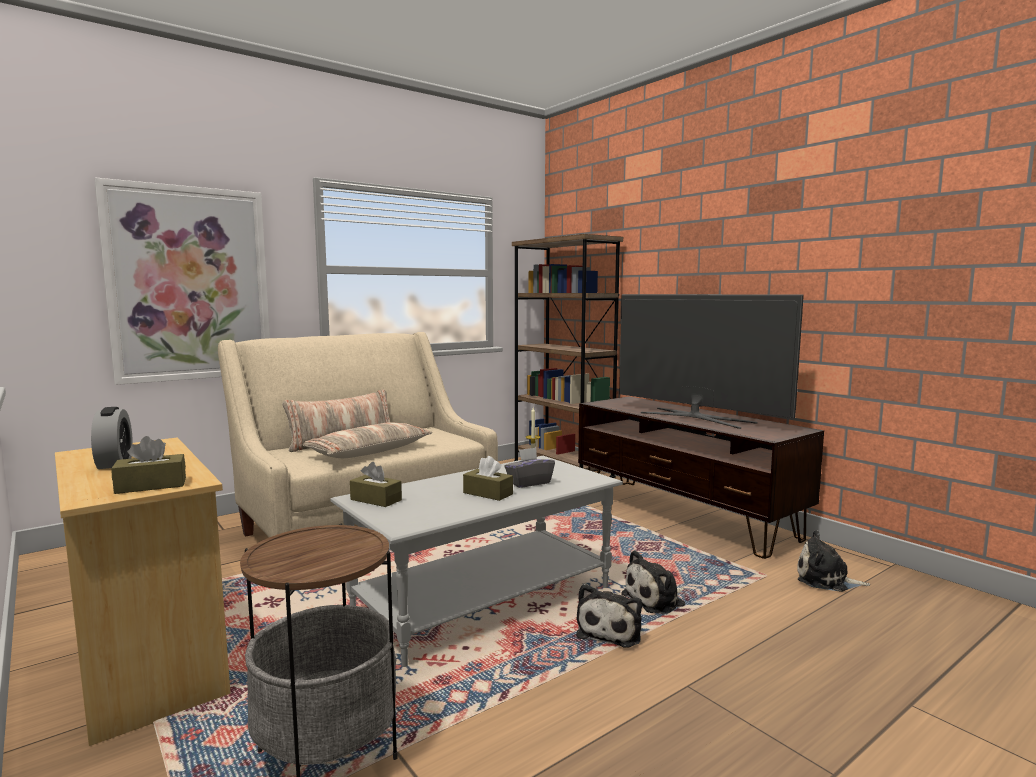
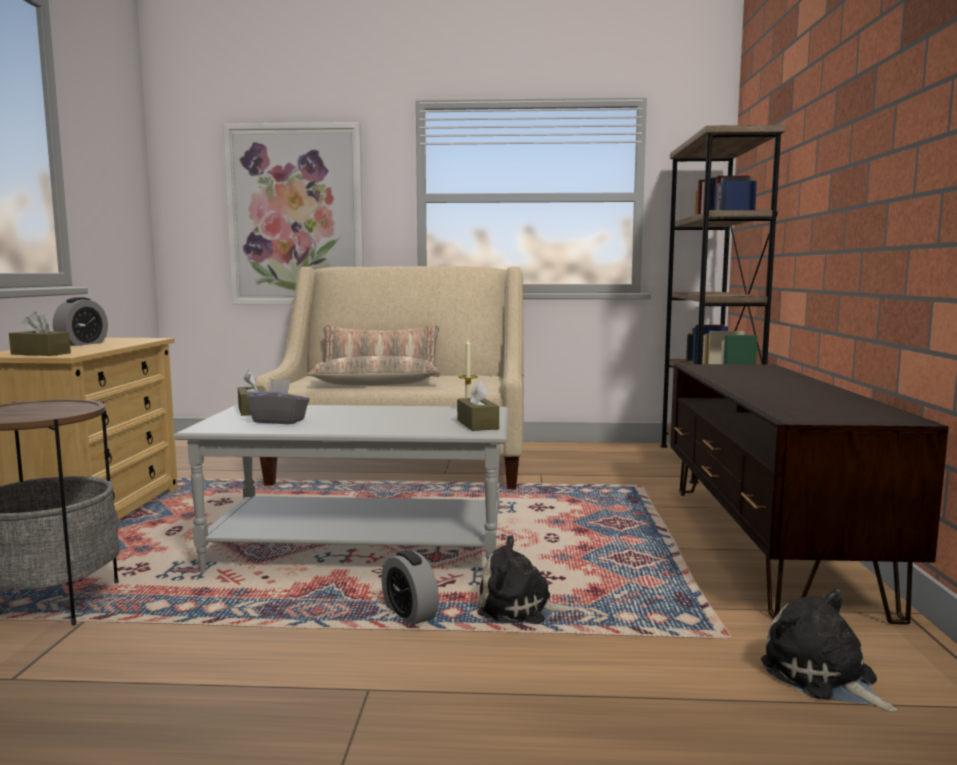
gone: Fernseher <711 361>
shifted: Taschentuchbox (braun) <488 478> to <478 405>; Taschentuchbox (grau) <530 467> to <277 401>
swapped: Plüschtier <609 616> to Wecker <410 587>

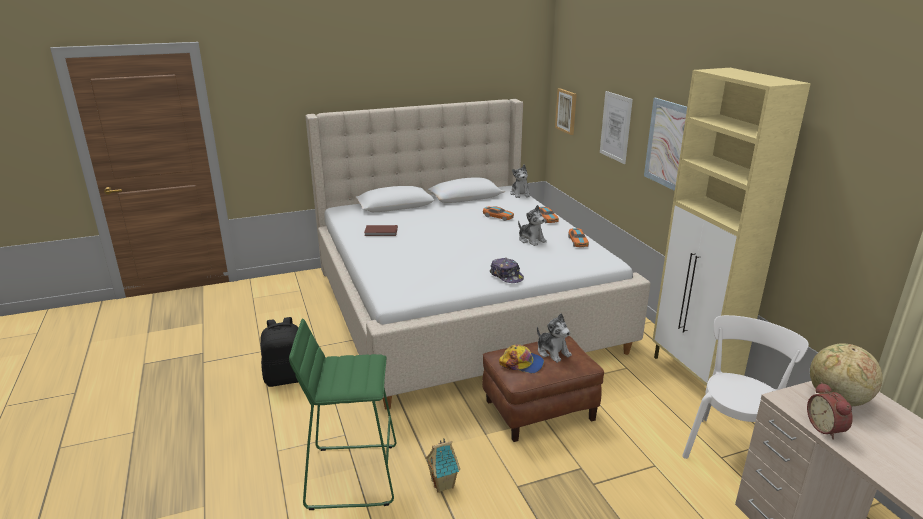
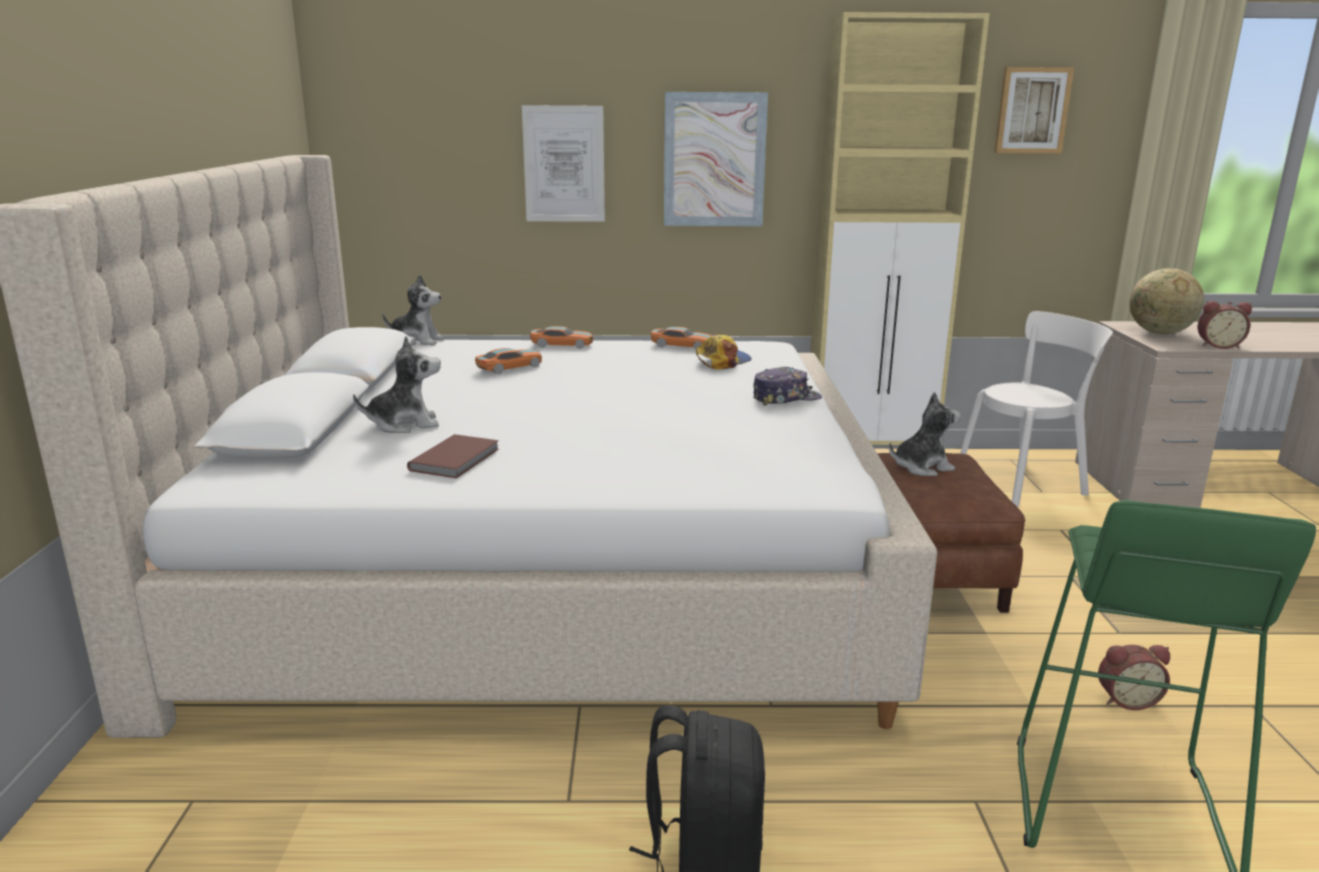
shifted: Kappe <521 358> to <724 352>; Plüschtier <532 225> to <397 384>; Bild <566 111> to <1034 110>
swapped: Spielzeughaus <442 465> to Wecker <1134 677>
rotated: Stuhl (weiß) <745 387> = <1036 409> 105 degrees clockwise

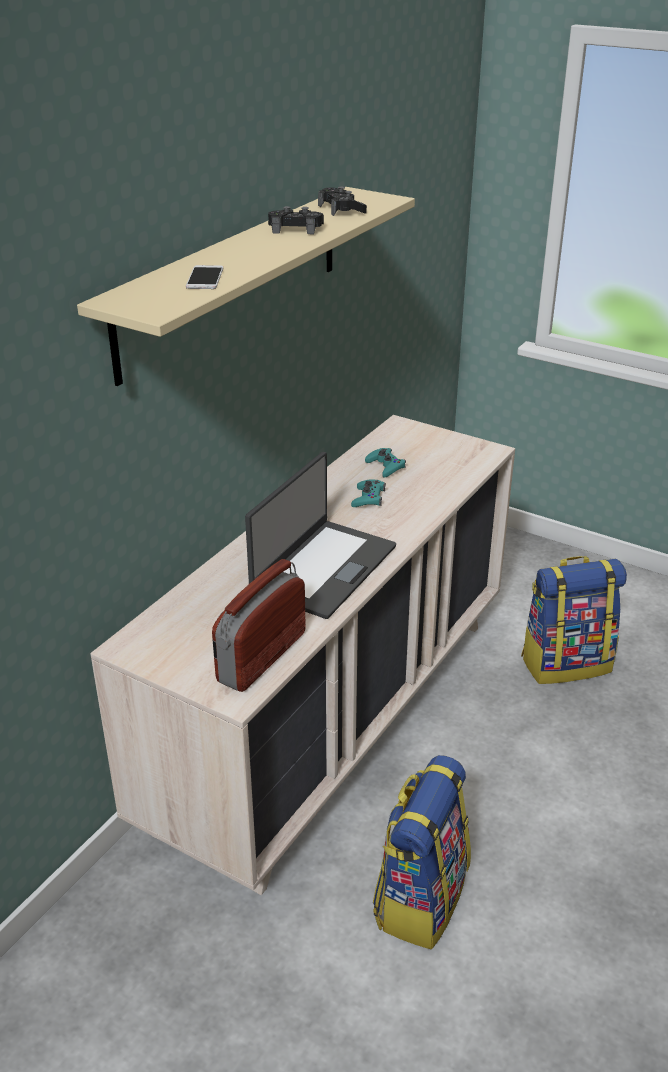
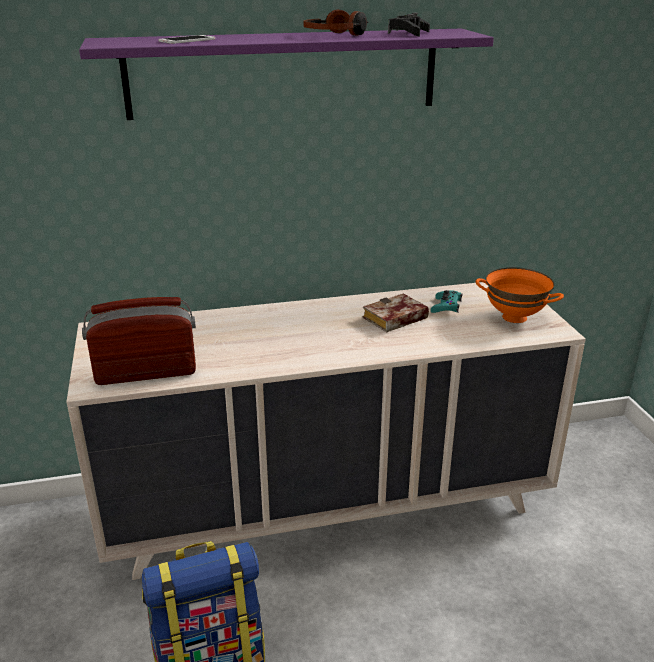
gone: Laptop <320 535>; Rucksack <574 620>
new: Schüssel (orange) <520 295>
swapped: Gamepad (schwarz) <296 220> to Kopfhörer <335 22>; Gamepad (türkis) <368 493> to Buch <395 313>
repainted: Wandregal (beige) <246 286> to Wandregal (lila) <286 74>

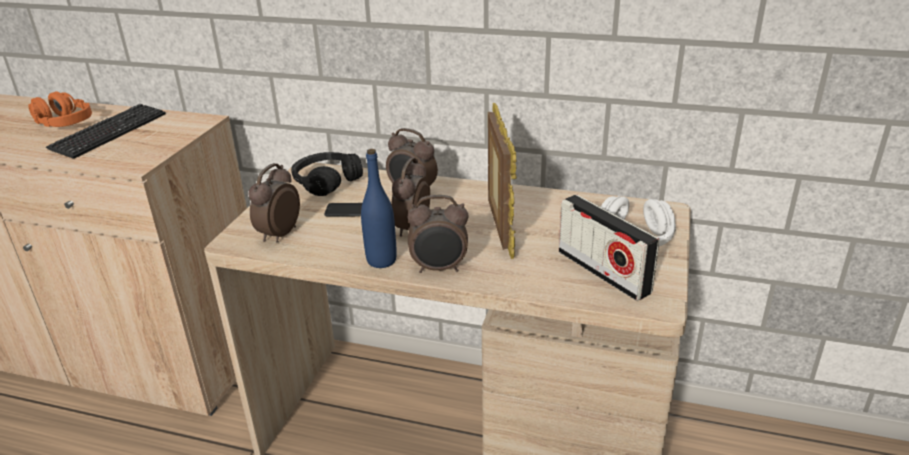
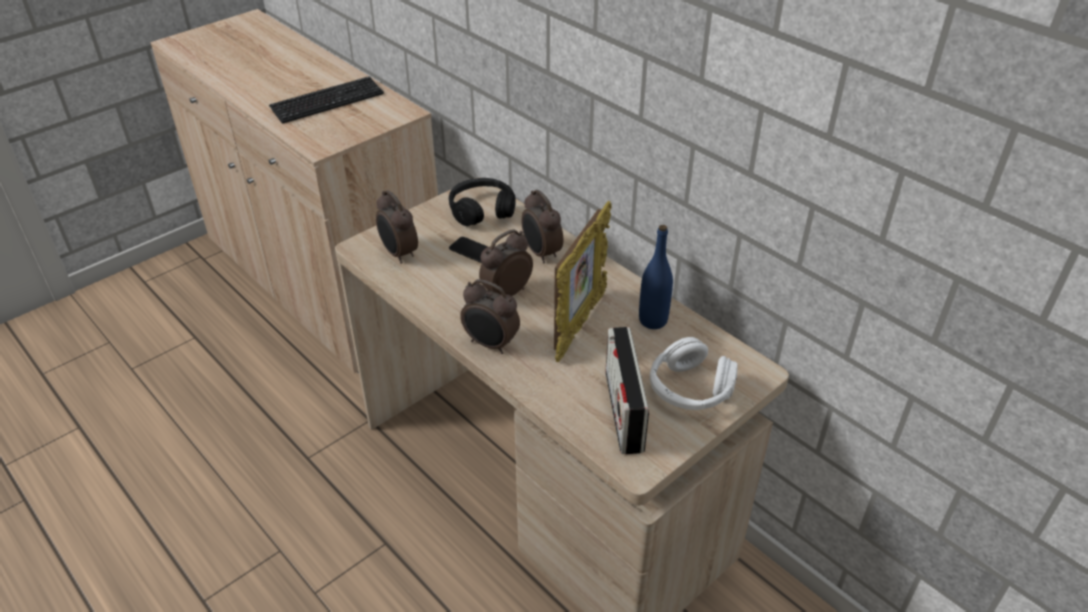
gone: Kopfhörer (orange) <60 109>
shifted: Flasche (blau) <379 208> to <656 277>
rotated: Wecker <274 203> = <397 227> 90 degrees counterclockwise

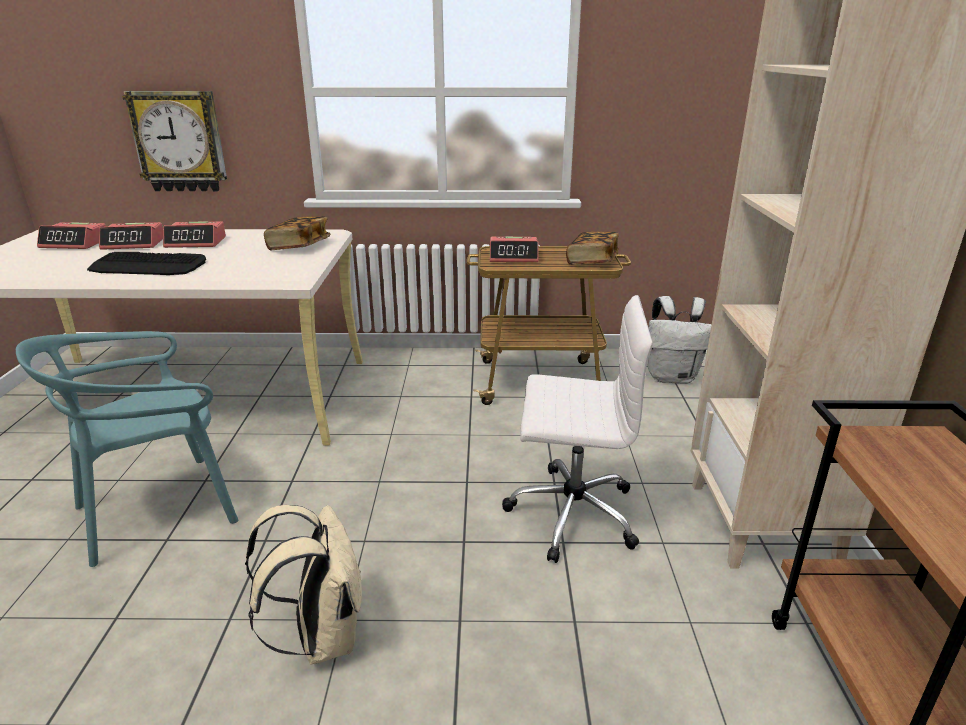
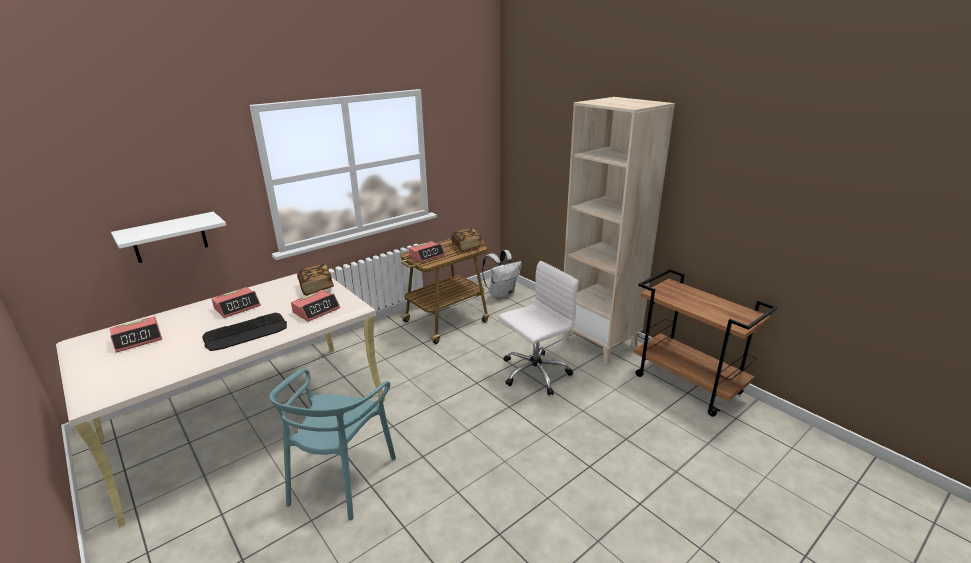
gone: Rucksack (beige) <303 584>
shifted: Wecker <131 236> to <315 306>
swapped: Wanduhr <174 141> to Wandregal (weiß) <168 237>

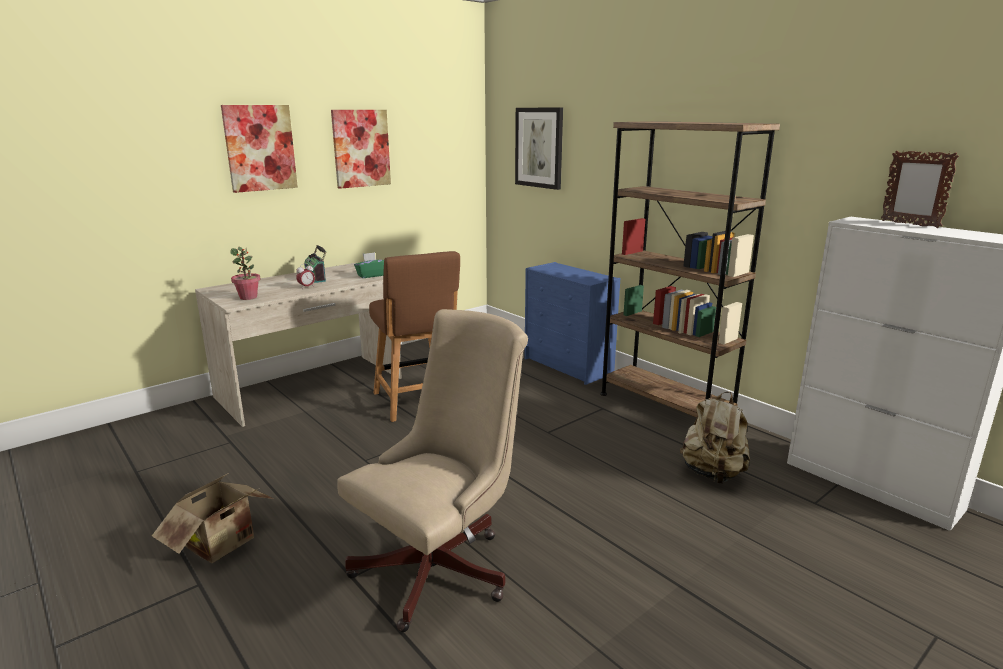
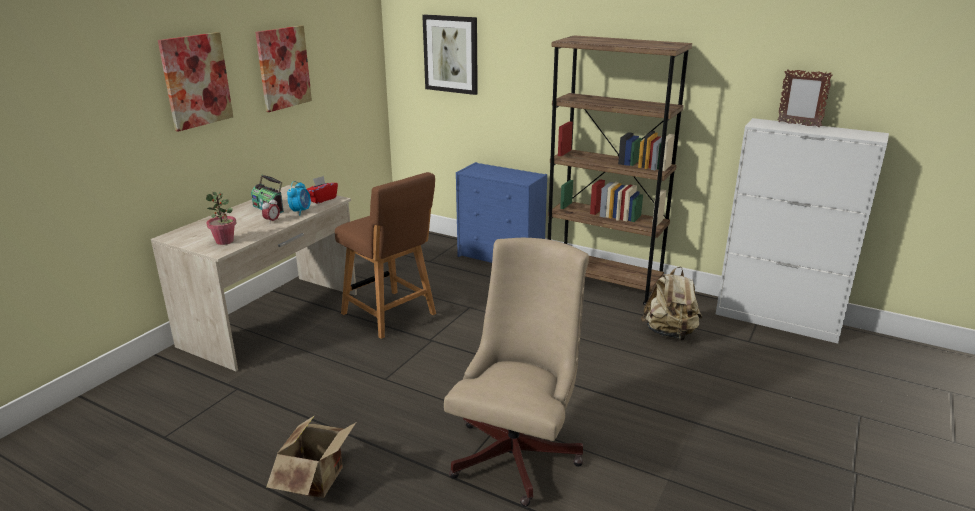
new: Wecker <299 198>
repainted: Taschentuchbox (grün) <369 265> to Taschentuchbox (rot) <322 190>

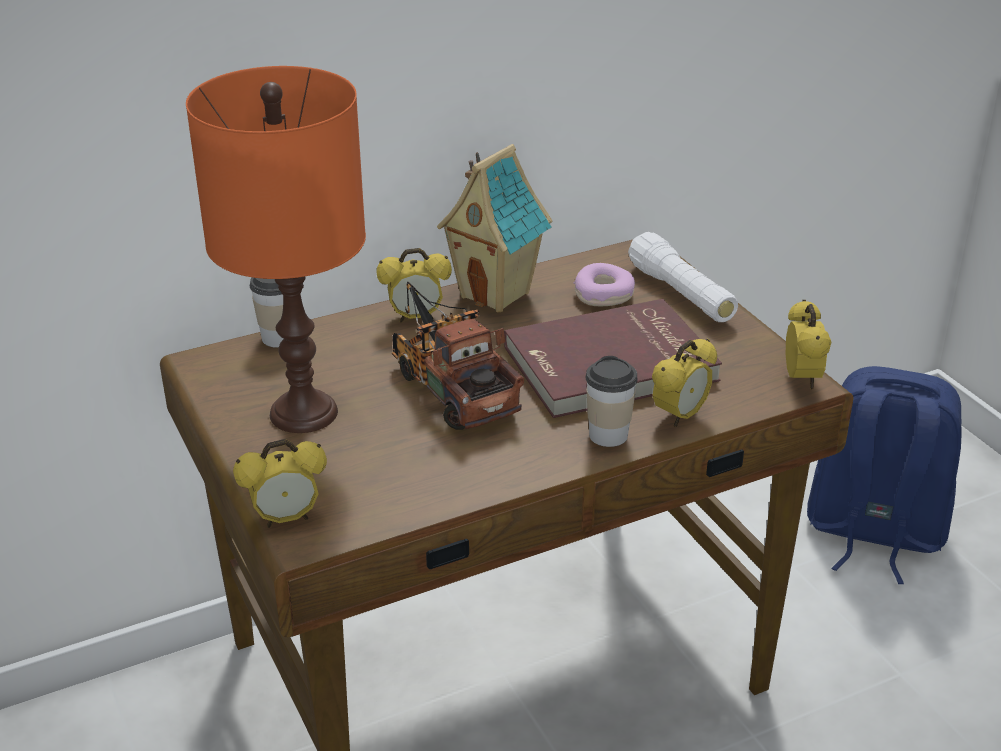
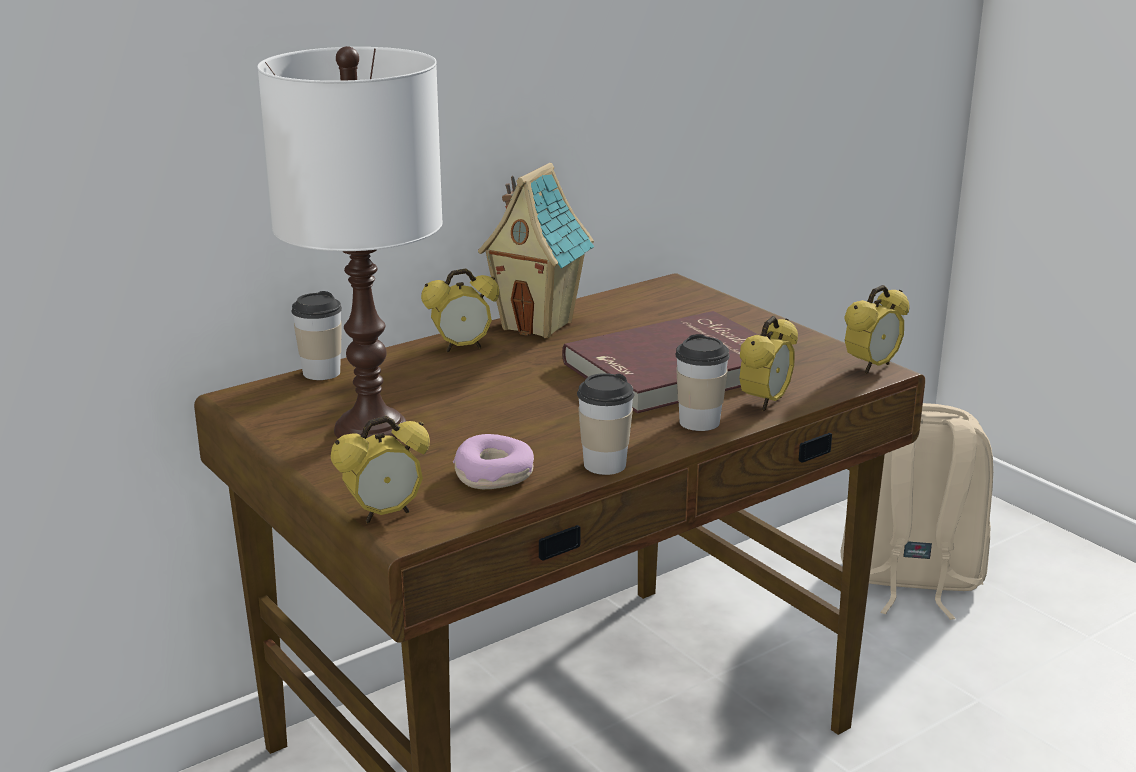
gone: Spielzeuglaster <458 356>; Taschenlampe (weiß) <683 277>
new: Tasse <606 424>
shifted: Donut <604 284> to <493 461>
repainted: Tischlampe (orange) <276 249> to Tischlampe (weiß) <350 242>; Rucksack (blau) <884 475> to Rucksack (beige) <917 511>
rotated: Wecker <808 345> = <876 329> 60 degrees clockwise

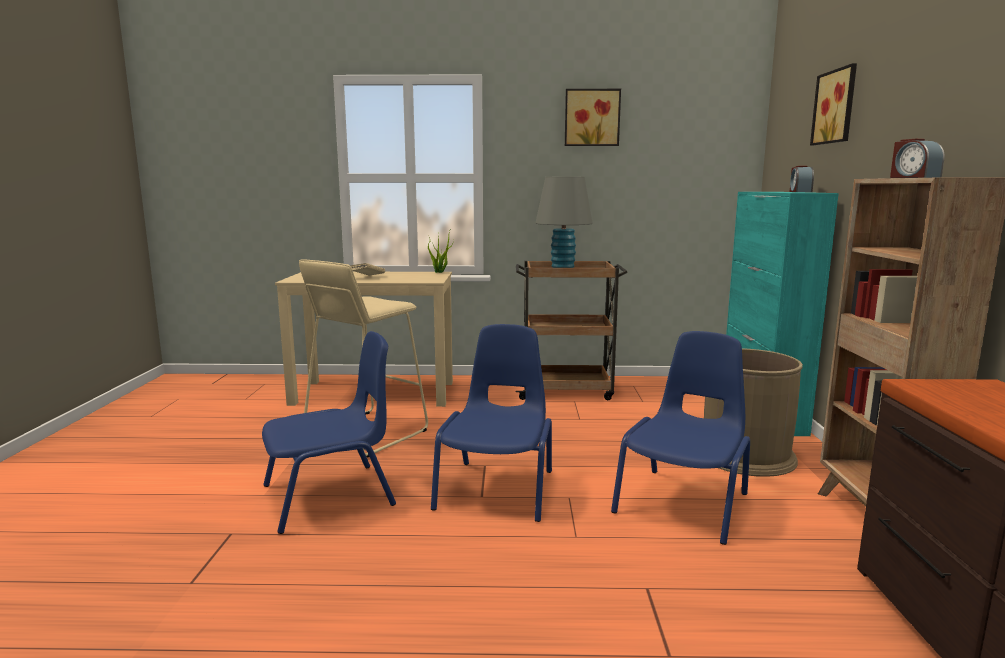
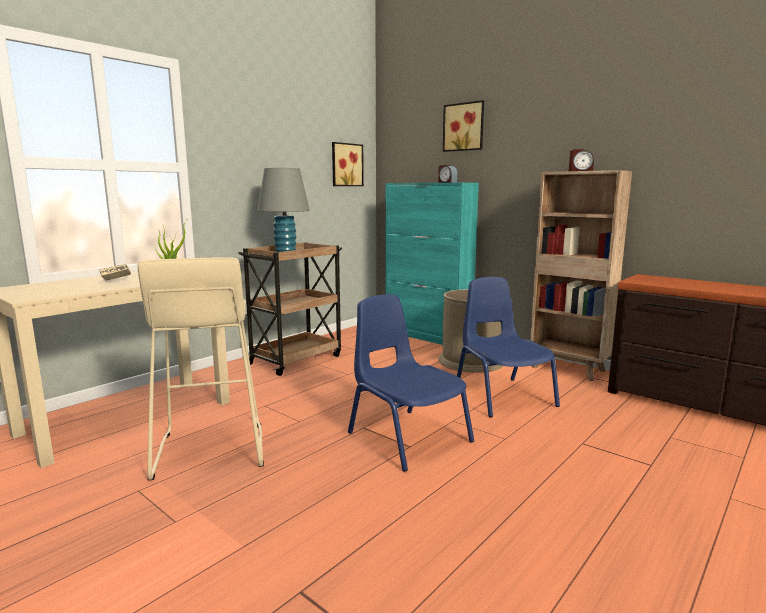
gone: Stuhl (blau) <329 432>
shifted: Bild <593 117> to <348 164>

